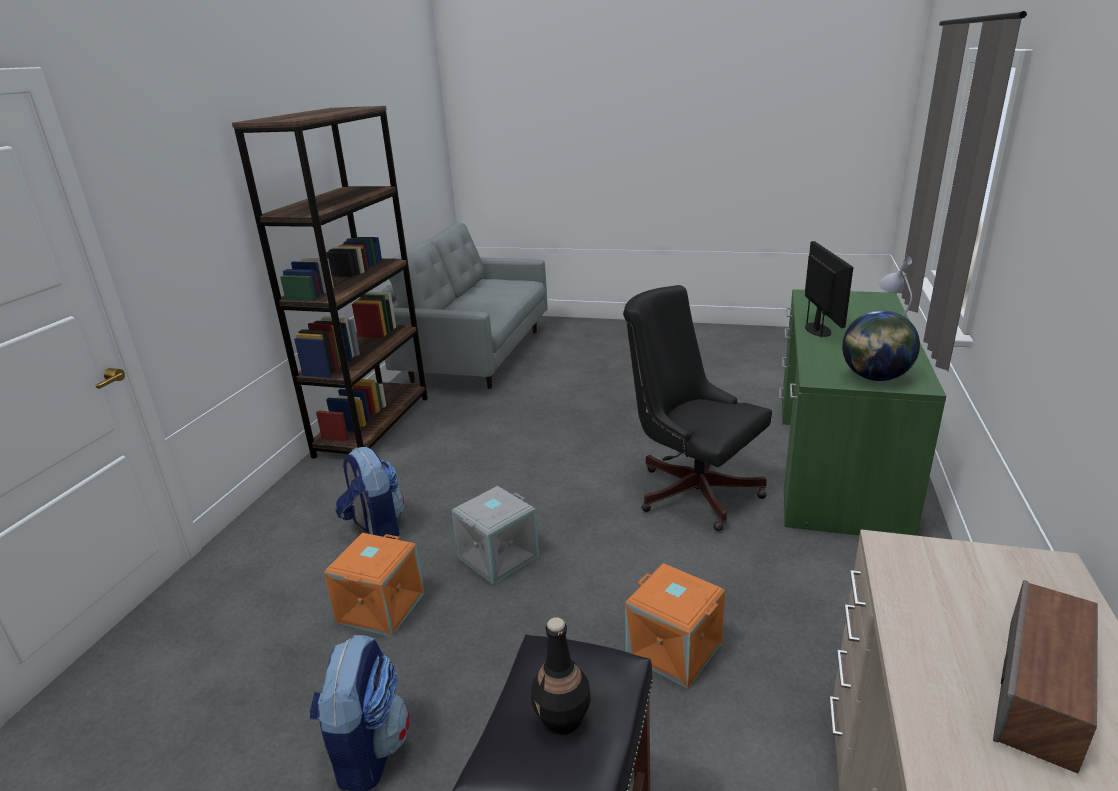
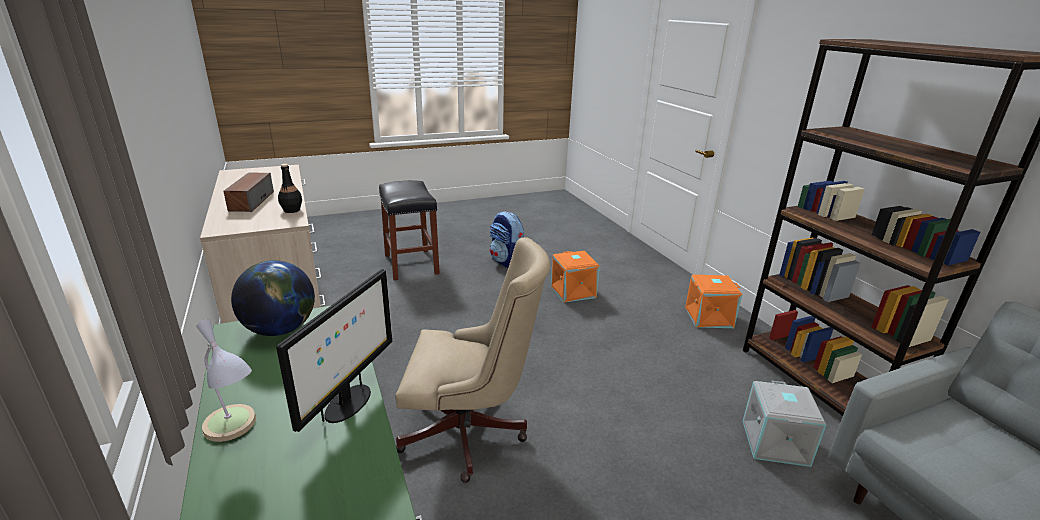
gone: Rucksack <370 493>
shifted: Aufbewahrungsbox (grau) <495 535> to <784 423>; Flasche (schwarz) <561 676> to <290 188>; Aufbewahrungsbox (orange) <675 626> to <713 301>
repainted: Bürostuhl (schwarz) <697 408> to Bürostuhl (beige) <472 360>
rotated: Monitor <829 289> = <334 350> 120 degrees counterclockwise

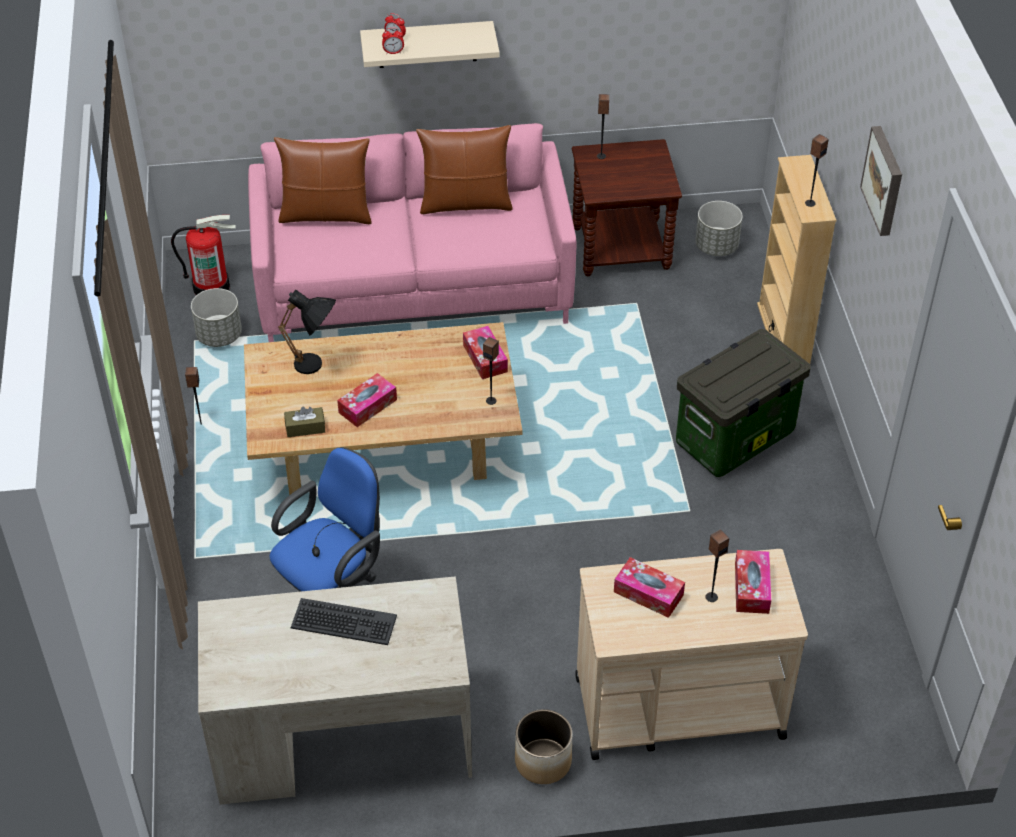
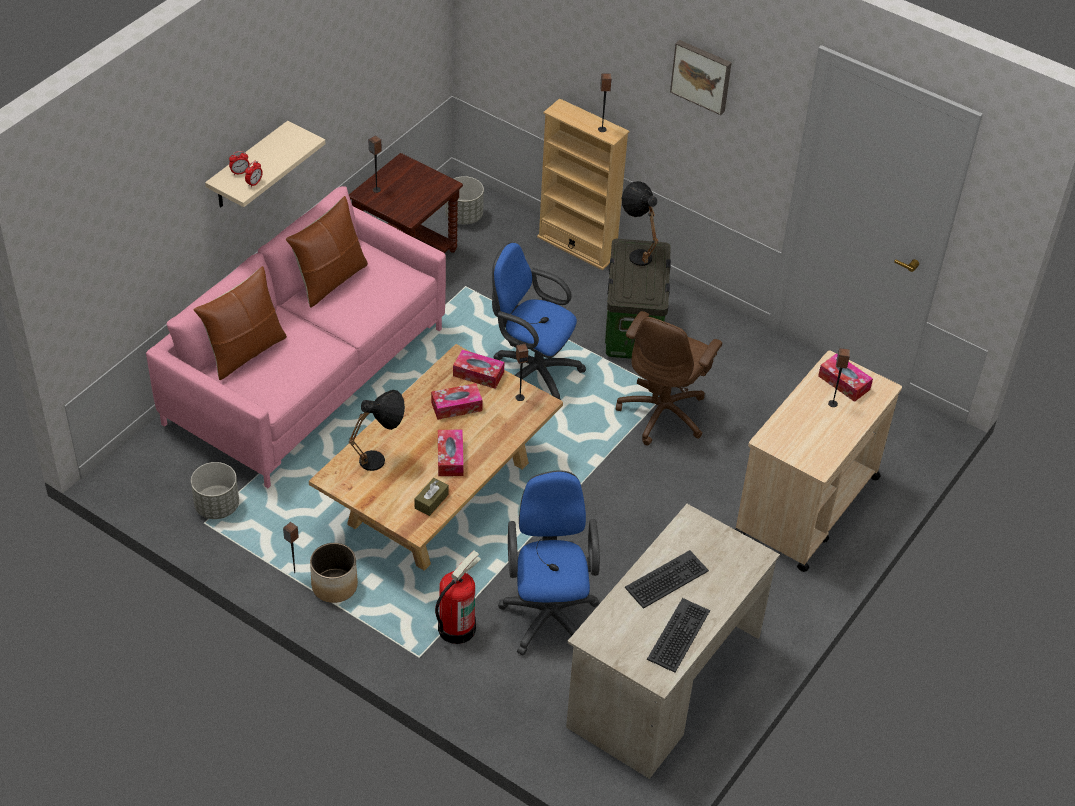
new: Bürostuhl (blau) <539 321>; Bürostuhl (braun) <669 378>; Tischlampe (schwarz) <640 223>; Tastatur <678 635>
shifted: Feuerlöscher <203 255> to <458 597>; Pflanzkübel <544 746> to <334 573>; Taschentuchbox <649 587> to <457 401>

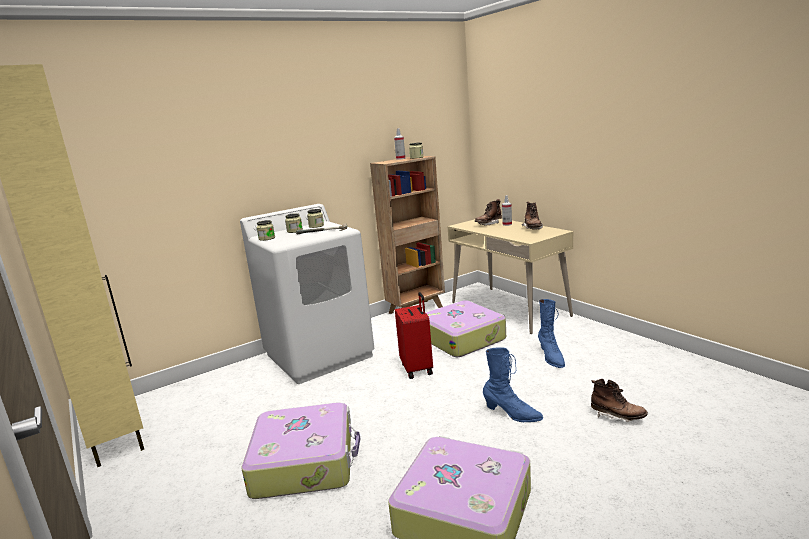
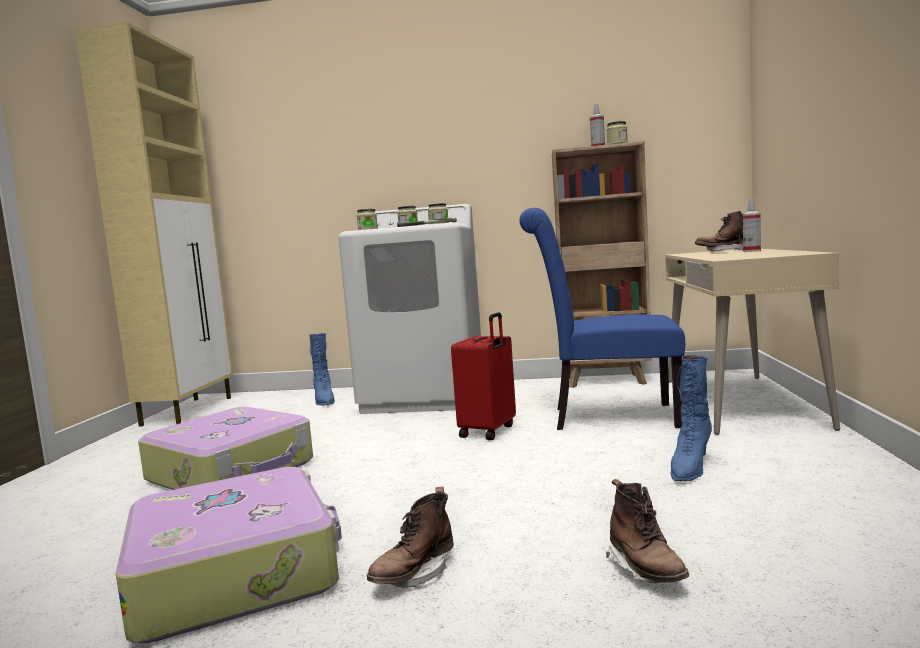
shifted: Stiefel (blau) <513 384> to <322 369>; Stiefel (braun) <532 216> to <410 537>
swapped: Koffer <466 328> to Stuhl (blau) <602 319>

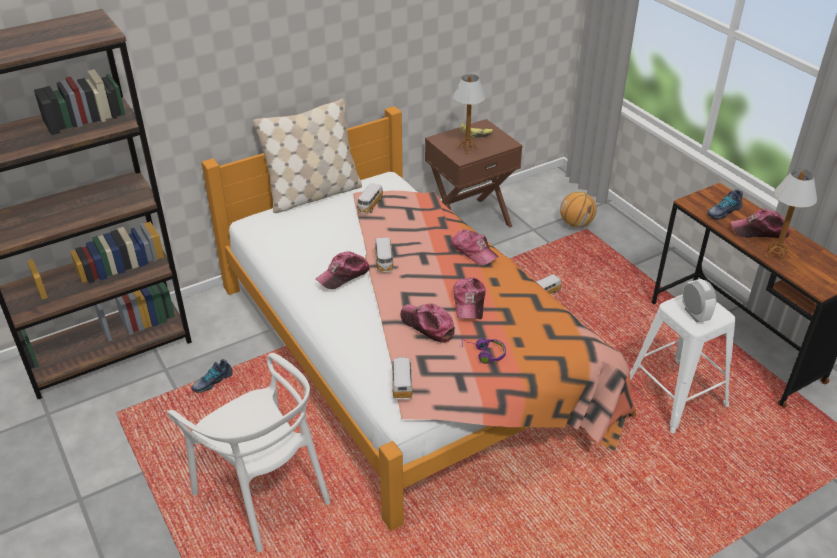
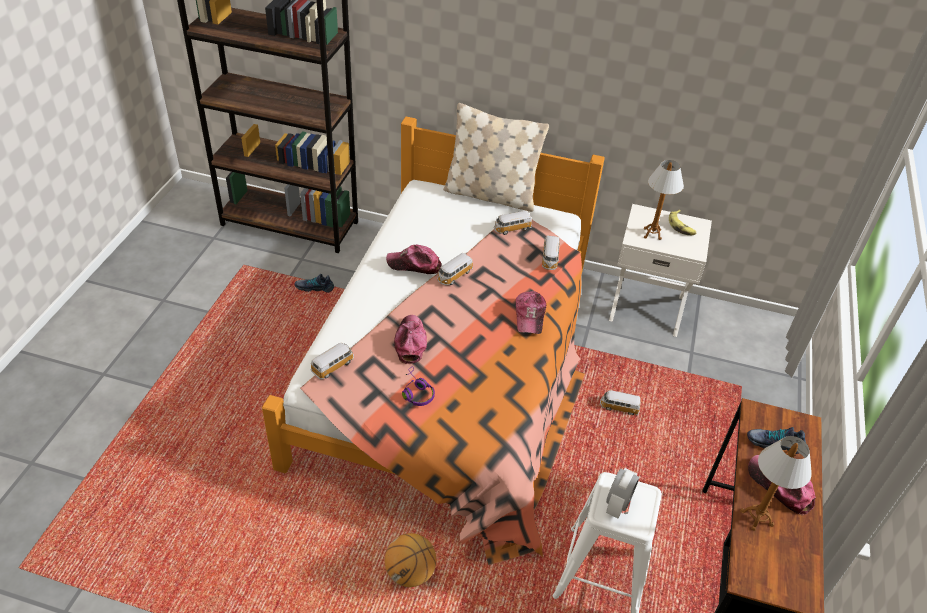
gone: Stuhl (weiß) <248 452>; Kappe <469 298>
new: Spielzeugauto <551 252>
shifted: Basketball <578 210> to <410 560>
repainted: Nachttisch (braun) <474 173> to Nachttisch (weiß) <660 270>

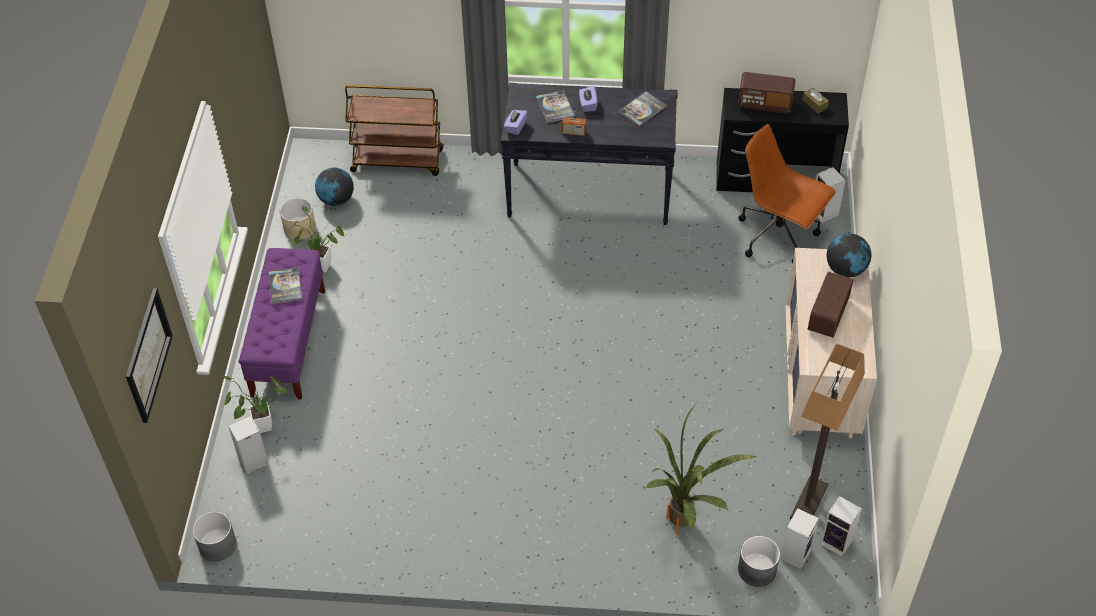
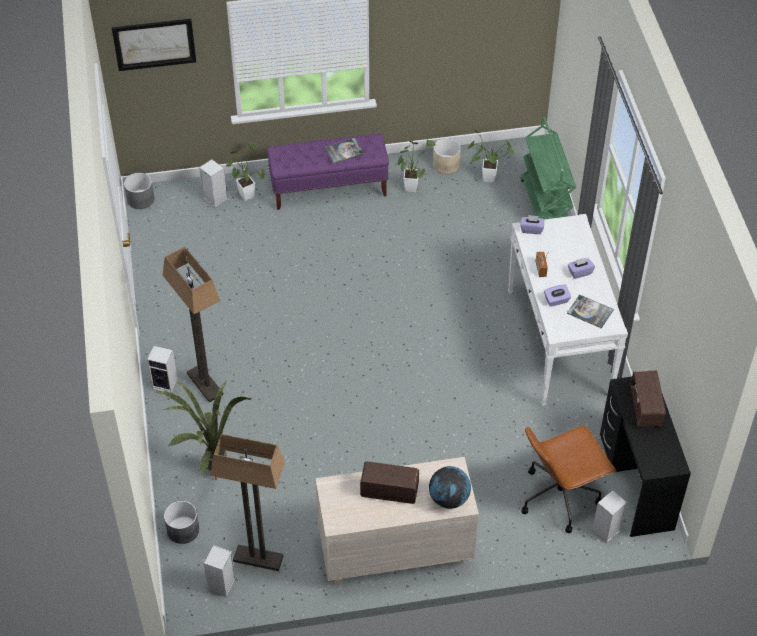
gone: Buch <555 106>; Taschentuchbox (braun) <816 101>
new: Stehlampe <193 325>; Taschentuchbox (lila) <557 296>
shifted: Lautsprecher <799 538> to <162 369>
swapped: Globus <334 187> to Topfpflanze <491 156>
repainted: Rollwagen (braun) <394 130> to Rollwagen (grün) <548 168>; Konsolentisch (schwarz) <589 154> to Konsolentisch (weiß) <568 310>
rotated: Bürostuhl (braun) <787 194> = <568 479> 135 degrees counterclockwise

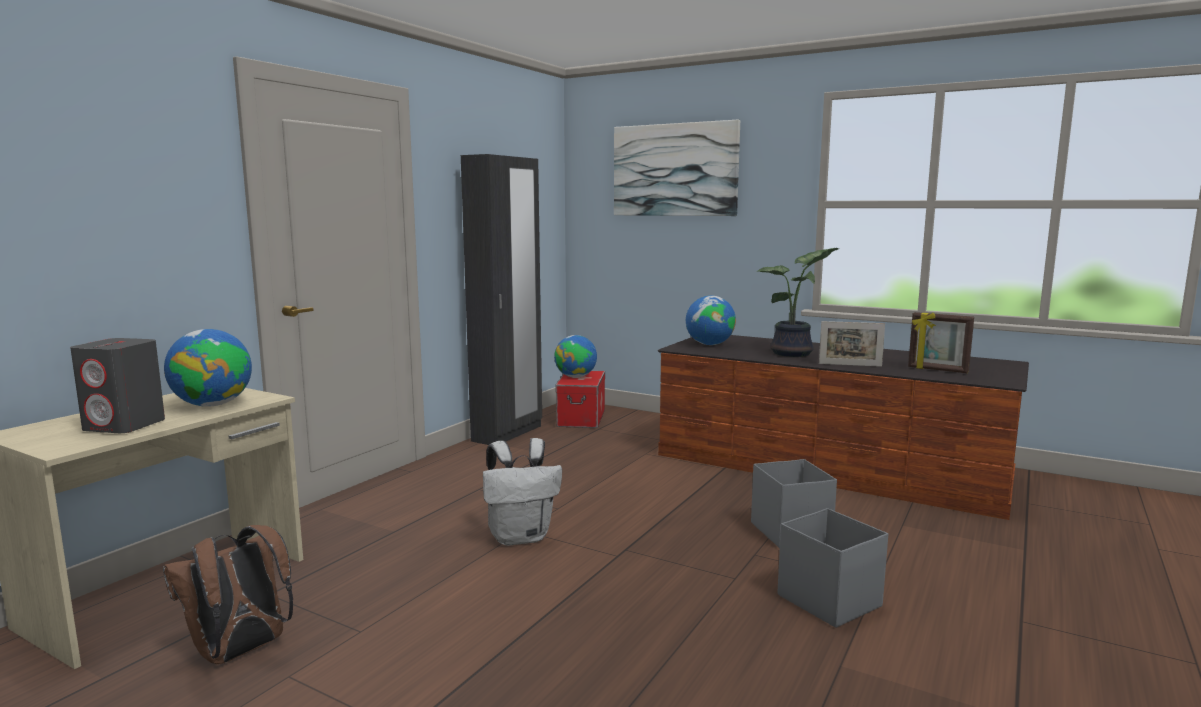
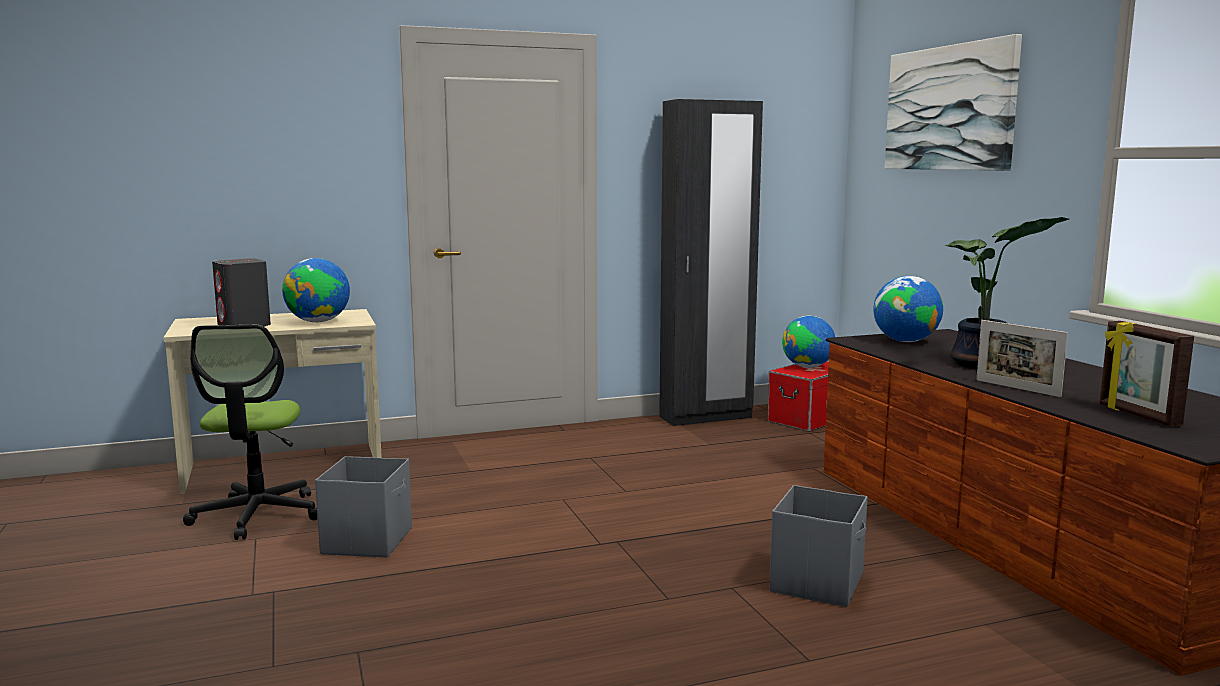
gone: Rucksack (weiß) <522 492>
shifted: Aufbewahrungsbox (grau) <833 568> to <363 506>
swapped: Rucksack (braun) <228 594> to Bürostuhl <250 432>

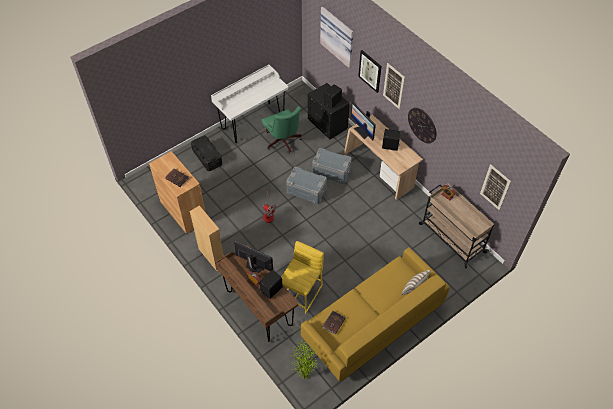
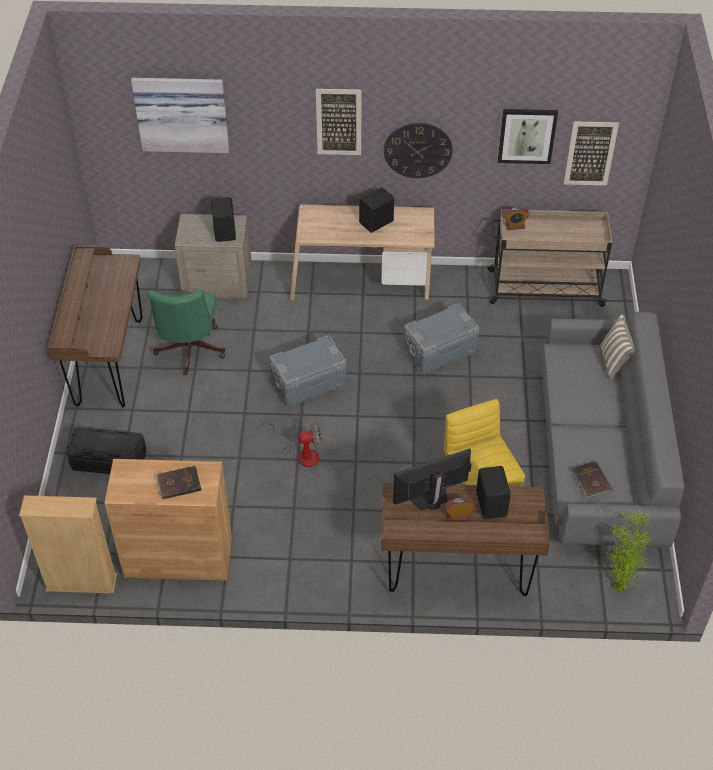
gone: Monitor <363 121>
shifted: Bücherregal (beige) <206 238> to <68 544>; Aufbewahrungsbox (grau) <332 166> to <441 339>; Bild <370 71> to <528 136>
repainted: Schreibtisch (weiß) <249 103> to Schreibtisch (braun) <95 326>; Sofa (gelb) <375 314> to Sofa (grau) <612 429>; Nachttisch (schwarz) <329 111> to Nachttisch (beige) <213 256>
rotated: Bürostuhl (grün) <282 130> = <186 332> 75 degrees clockwise

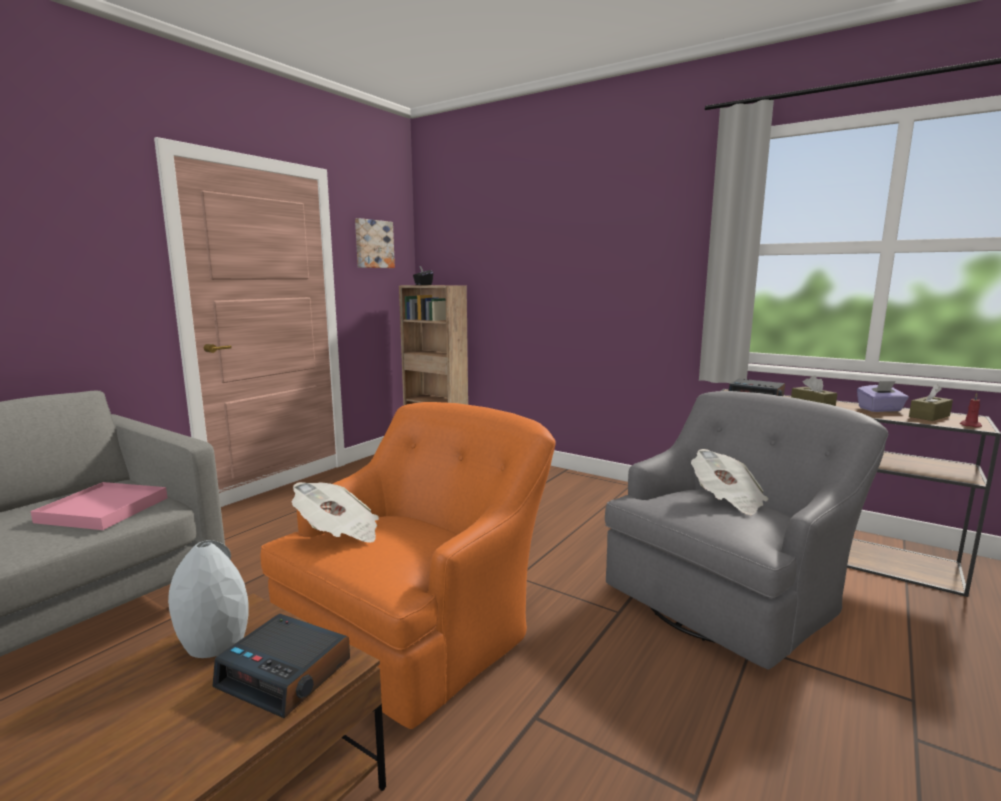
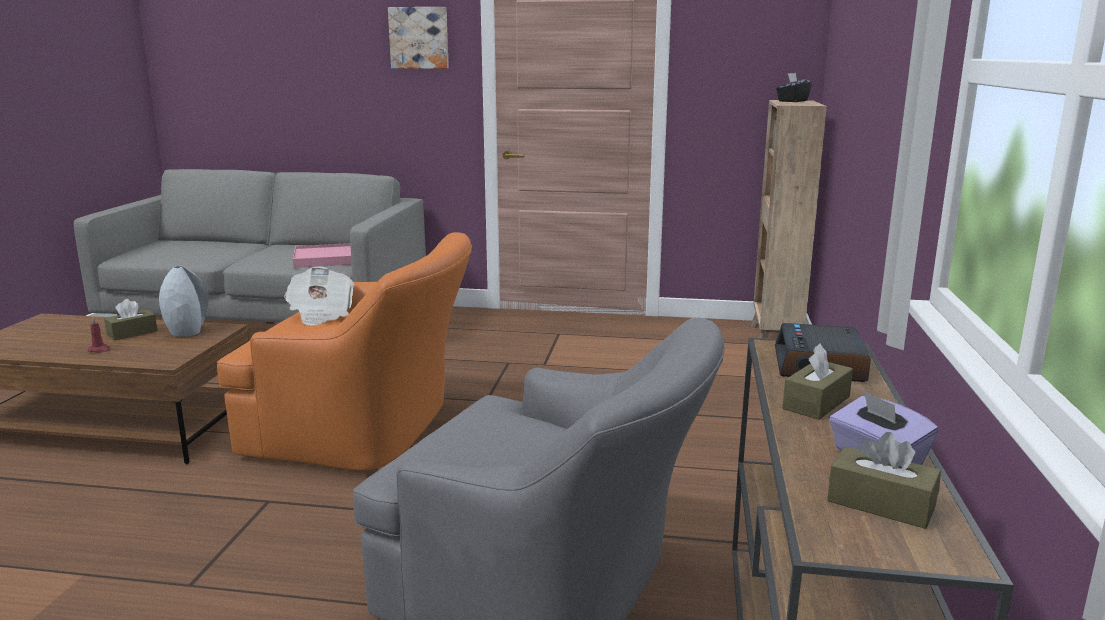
gone: Wecker <281 666>; Zeitung <729 482>
new: Taschentuchbox (braun) <131 320>
shifted: Bild <375 243> to <418 38>; Kerze (rot) <971 410> to <98 335>

